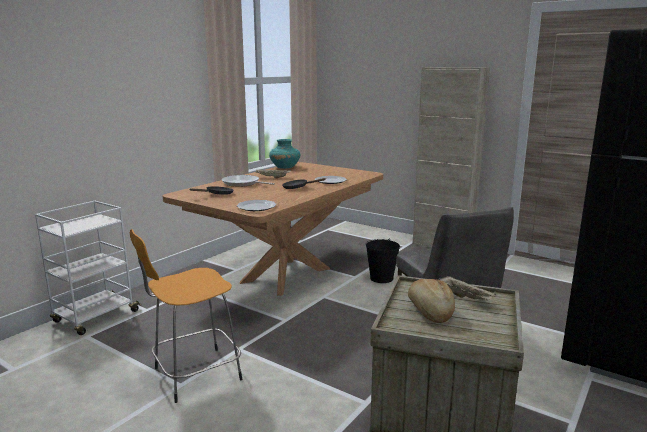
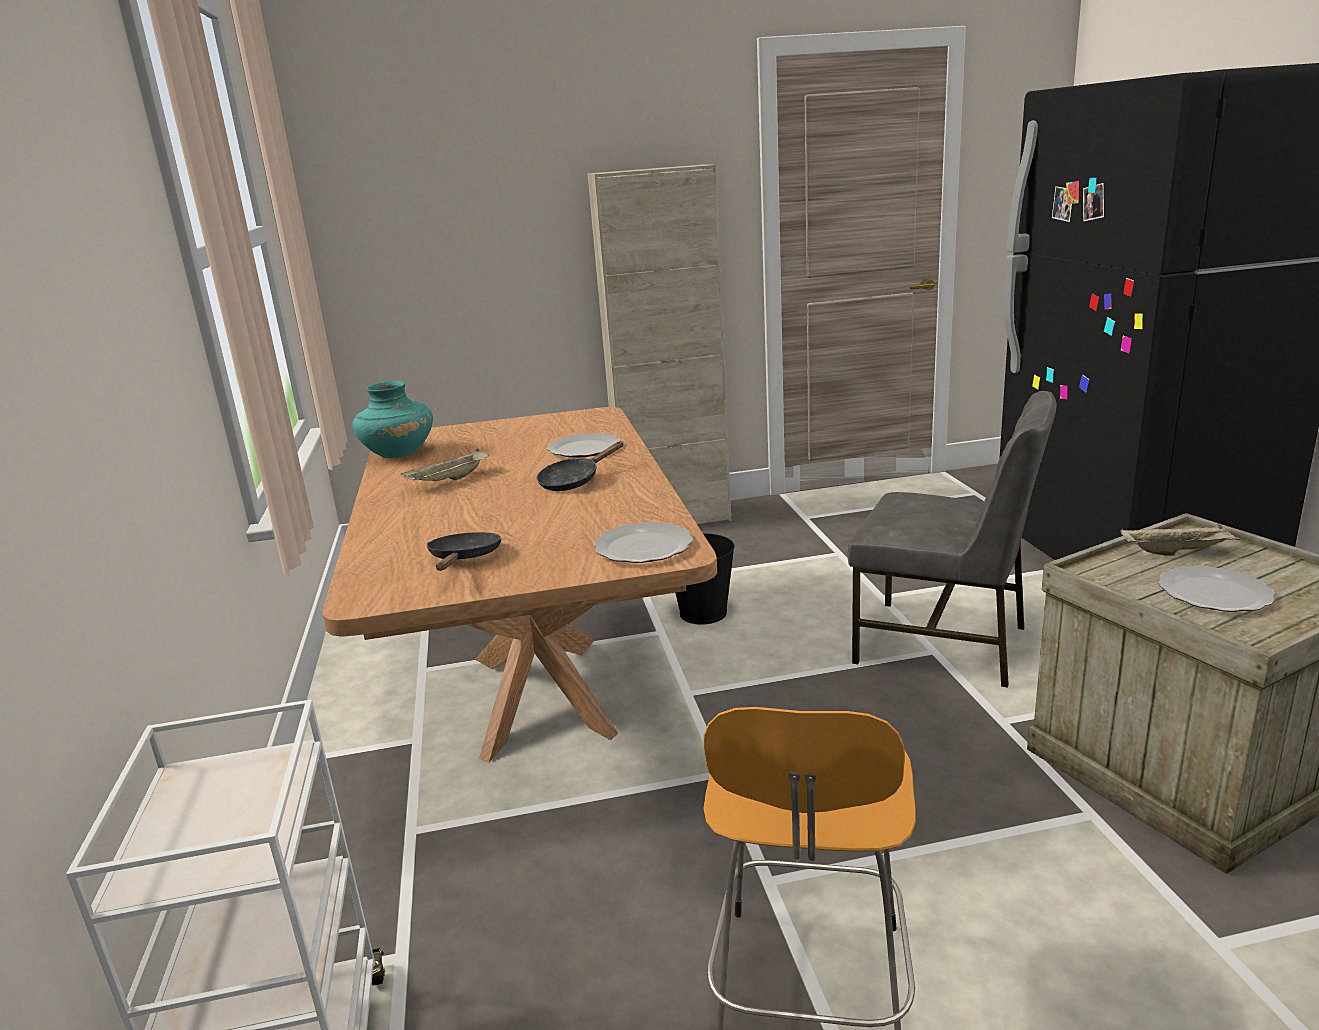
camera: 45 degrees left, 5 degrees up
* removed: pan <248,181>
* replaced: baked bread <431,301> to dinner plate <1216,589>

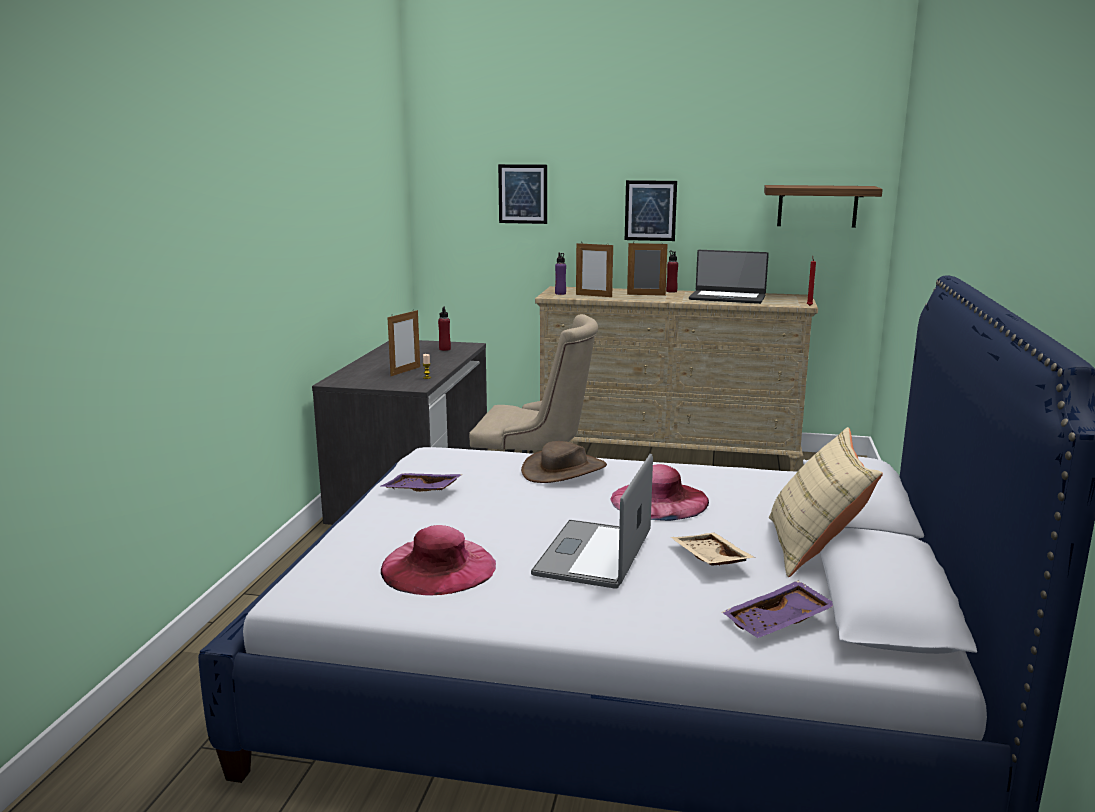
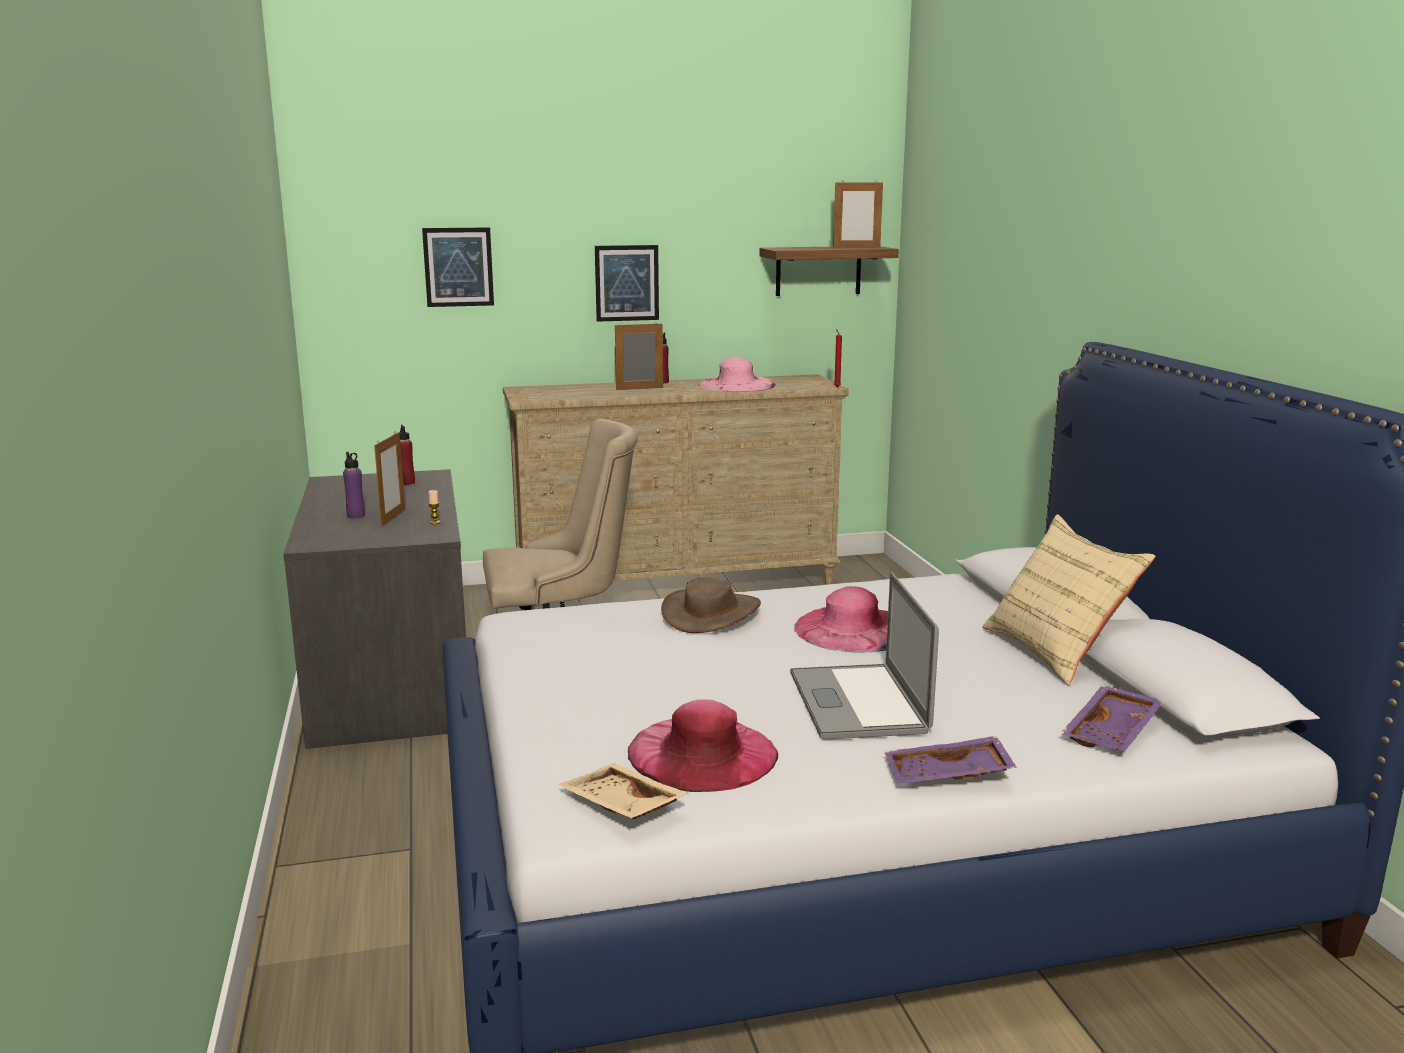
camera: 25 degrees left, 0 degrees up
* moved: standing frame <594,270> to <858,214>
* replaced: notebook computer <729,277> to pink-coloured clothing hat <737,374>
* moved: purple-coloured beverage bottle <560,273> to <354,485>
* moved: purple-coloured carrying tray <422,482> to <950,760>
* moved: sand-coloured carrying tray <713,549> to <623,791>

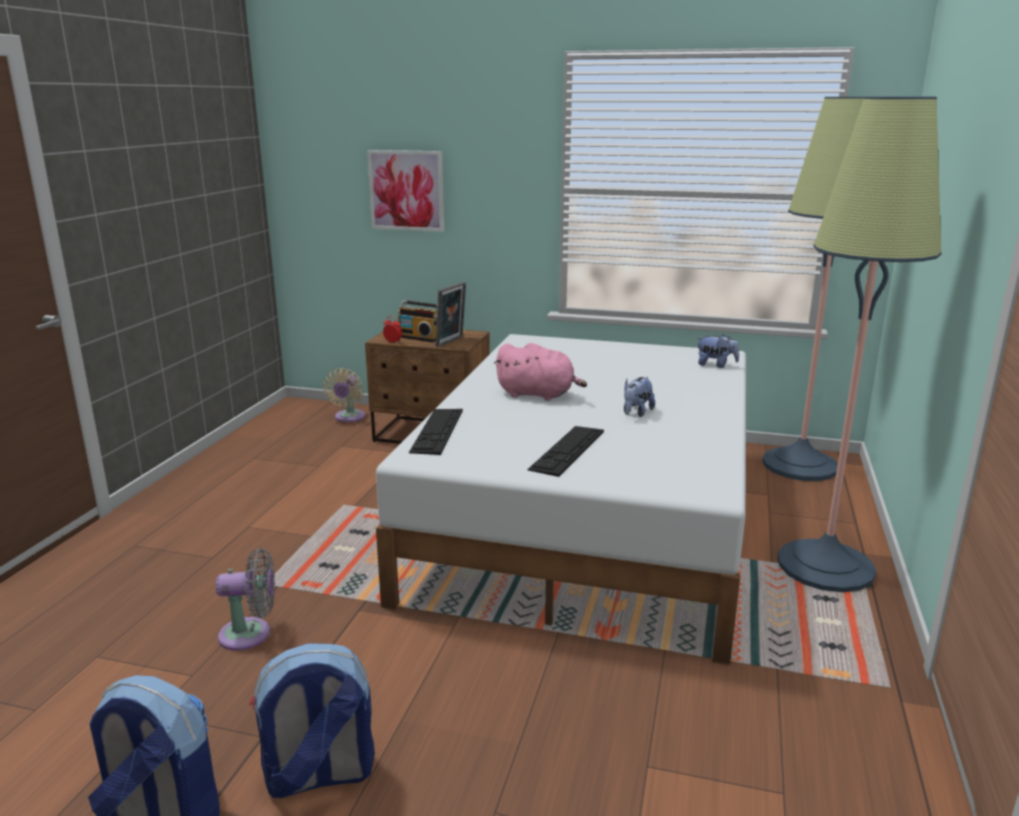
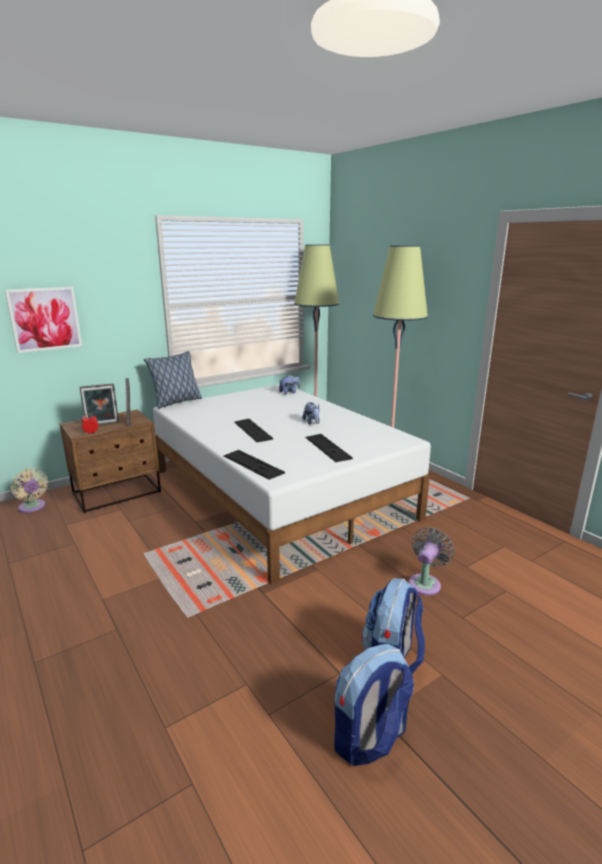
camera: 50 degrees left, 0 degrees up
* replaced: radio receiver <418,321> to standing frame <99,404>
* replaced: pink-coloured plush toy <540,372> to keyboard <253,430>
* moved: greyish fan <245,599> to <431,561>
* added: pillow <173,380>

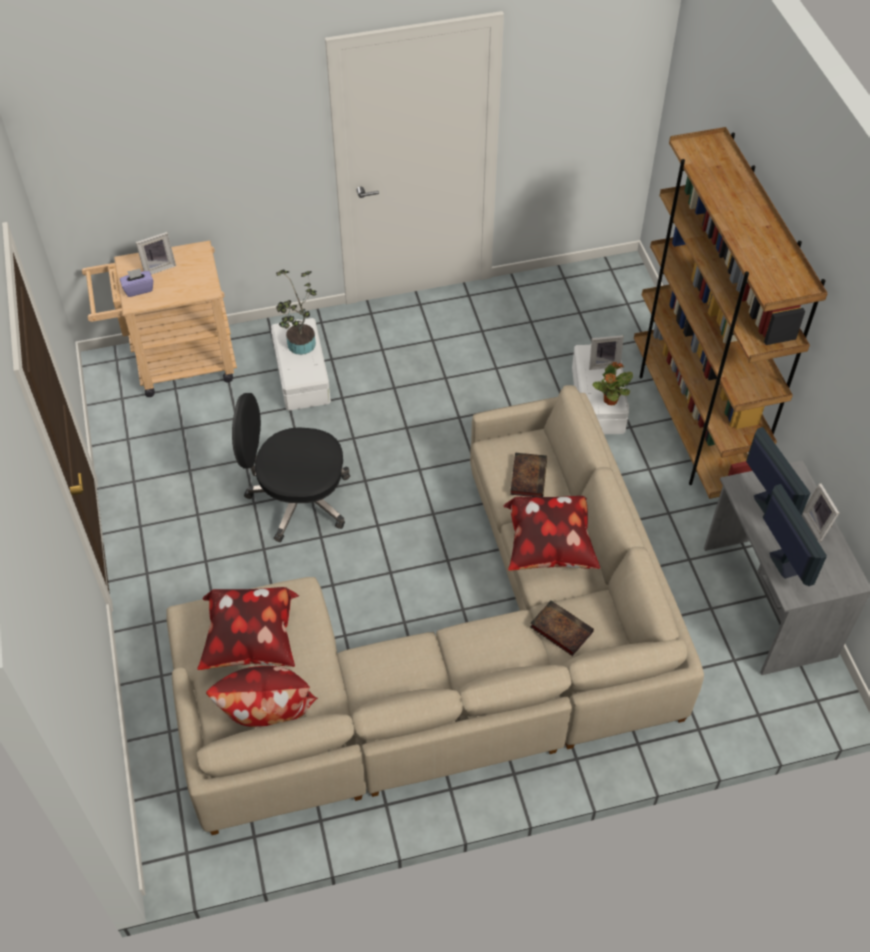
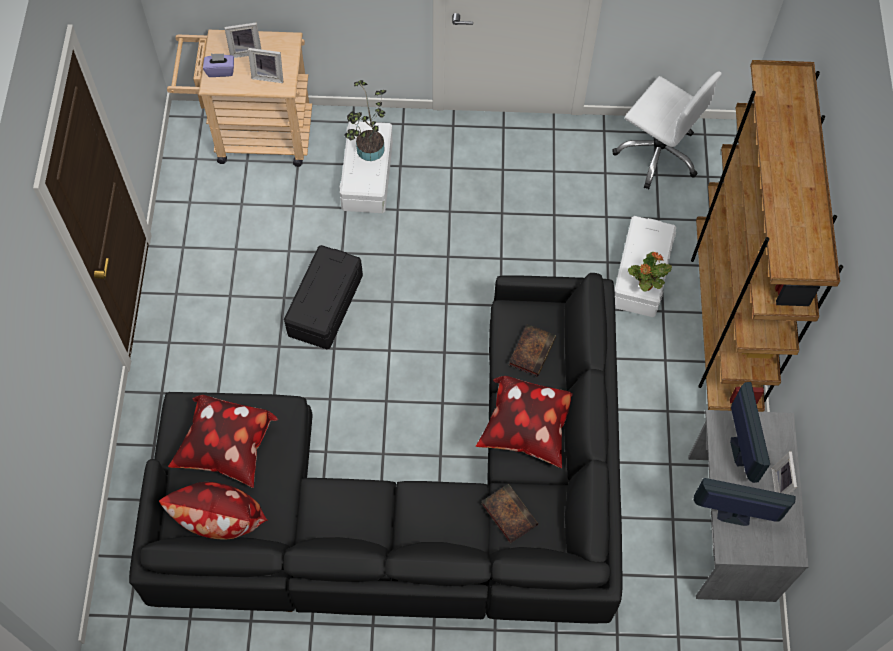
camera: 15 degrees right, 10 degrees up
* moved: standing frame <606,352> to <265,65>
* recoloured: sand-coloured sofa <435,610> to blackish sofa <376,448>
* replaced: blackish office chair <291,467> to blackish storage bin <323,297>
* turned: monitor <795,535> = <744,502> 75 degrees counterclockwise
* added: white office chair <667,130>

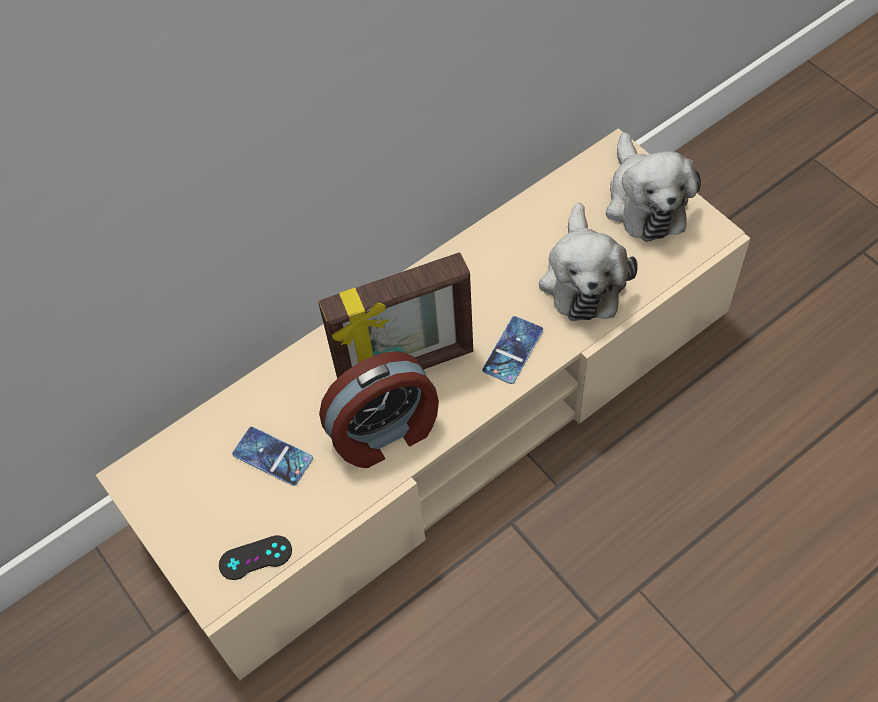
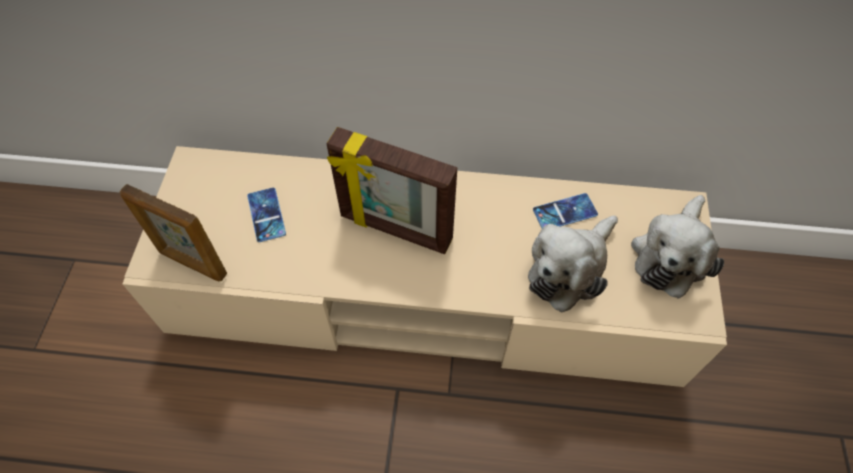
camera: 40 degrees right, 0 degrees up
* moved: phone <512,350> to <565,210>
* removed: table clock <379,409>
* replaced: blackish gamepad <255,557> to standing frame <173,232>

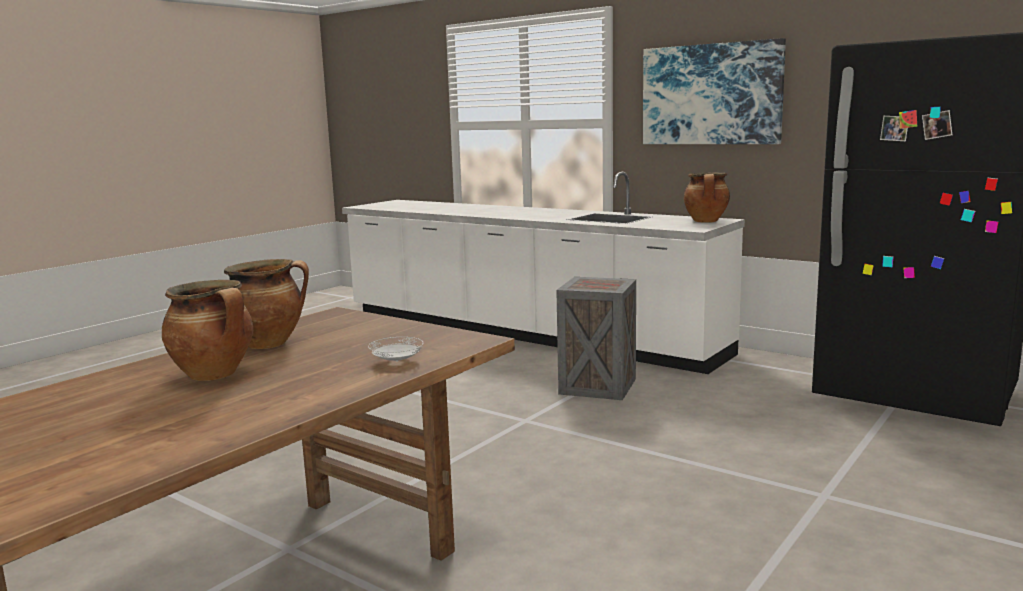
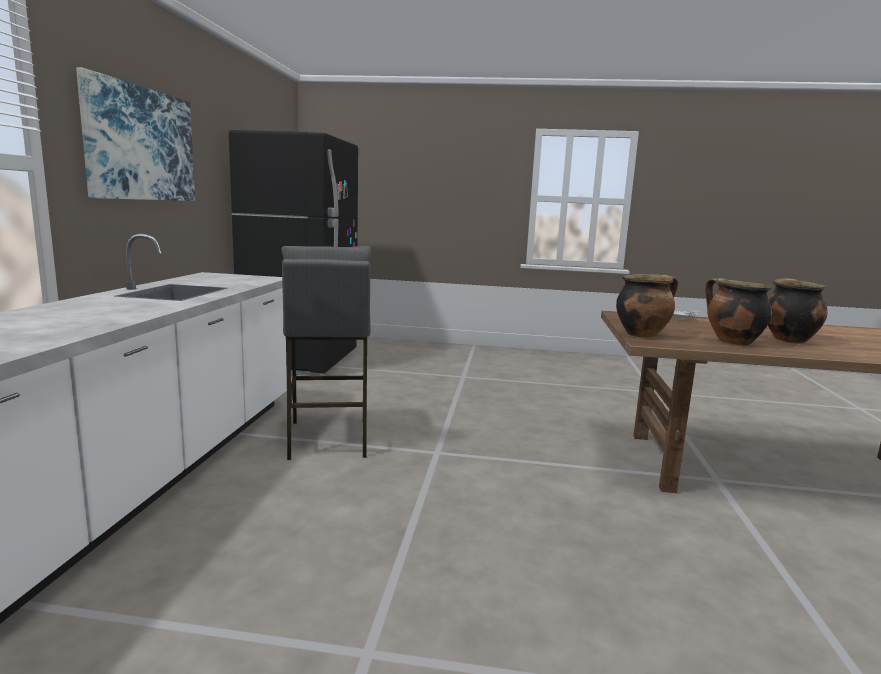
camera: 120 degrees left, 0 degrees up
* moved: saucepot <707,198> to <647,306>
* replaced: shipping crate <596,338> to greyish stool <326,353>

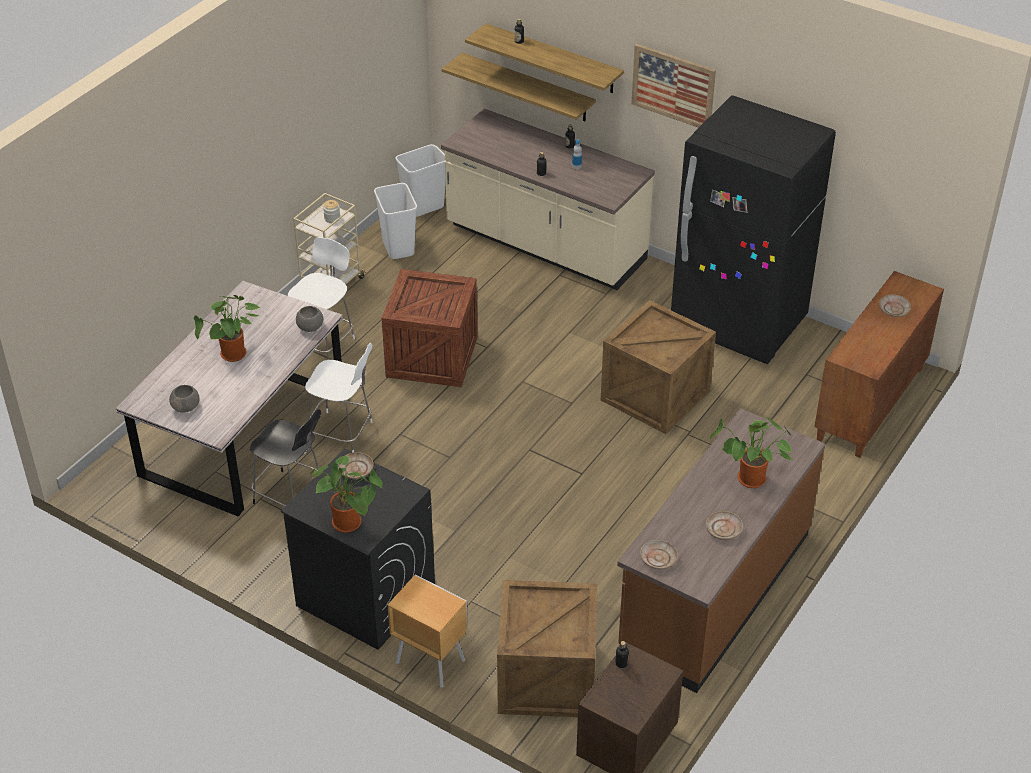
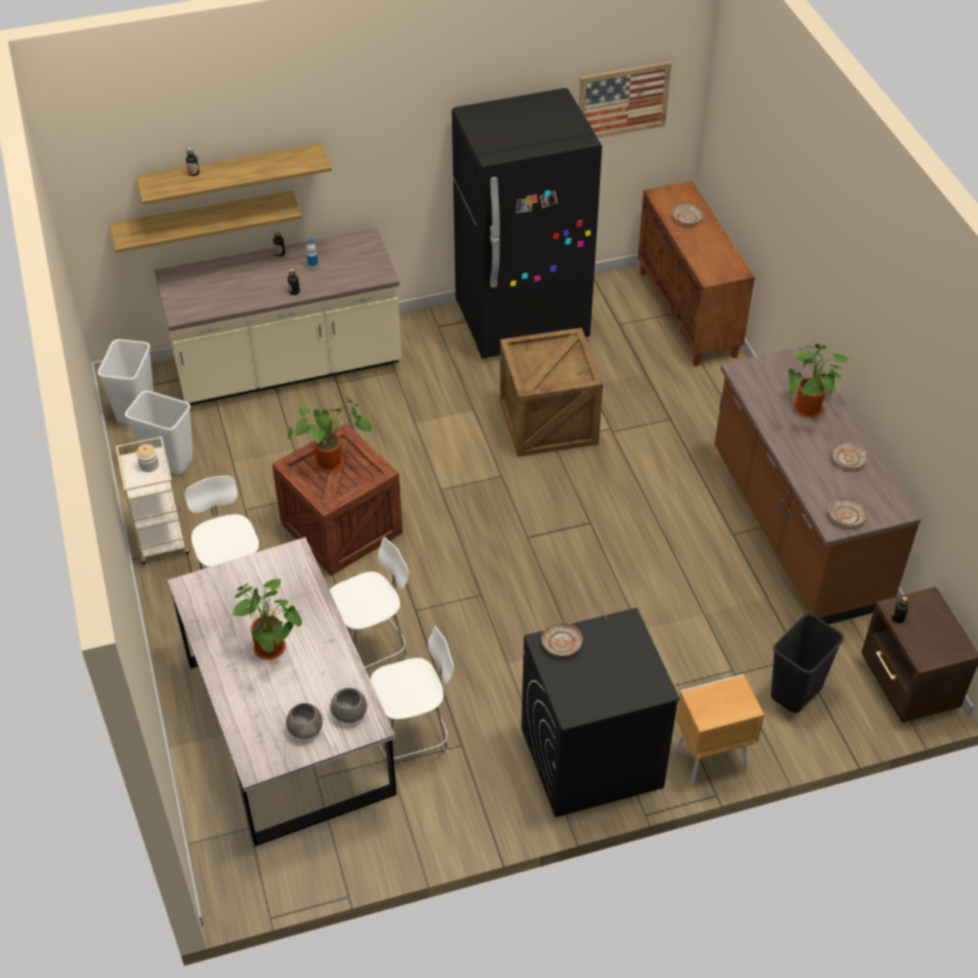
camera: 50 degrees left, 5 degrees up
* moved: picture <673,86> to <625,99>
* moved: greyish deep dish <309,319> to <348,705>
* recoloured: blackish upright chair <285,457> to white upright chair <412,692>
* moved: potted plant <346,494> to <329,433>
* replaced: shipping crate <547,648> to blackish rubbish bin <807,663>

